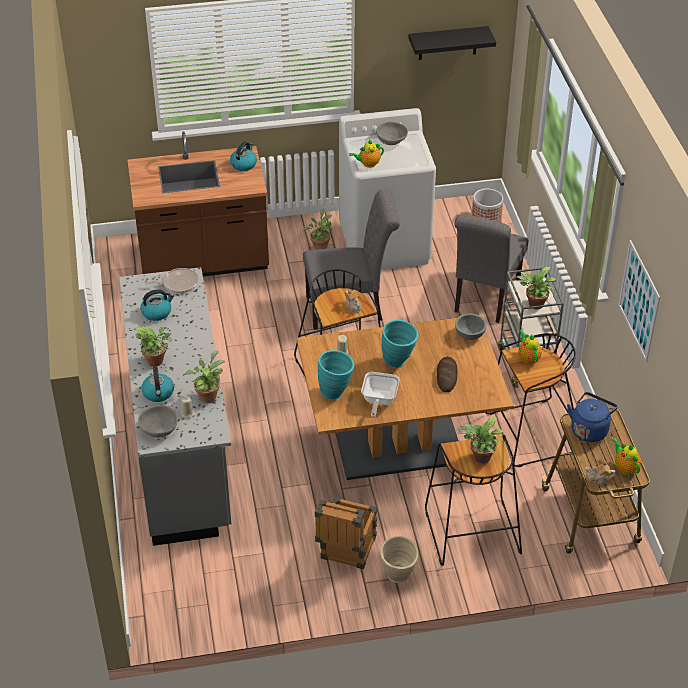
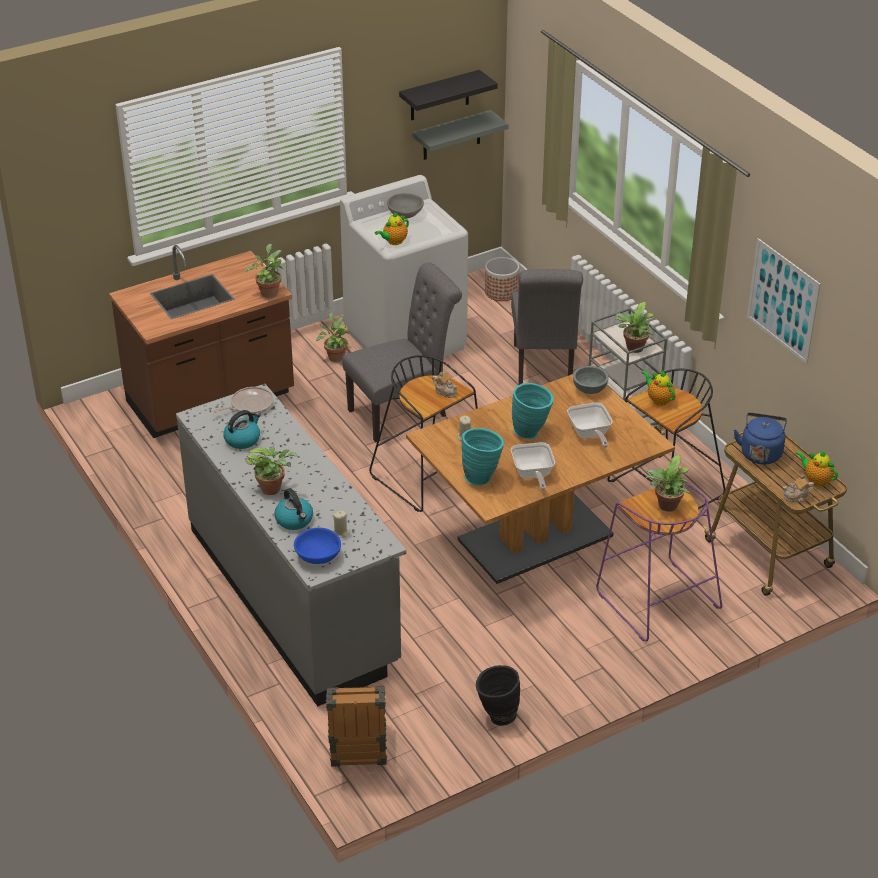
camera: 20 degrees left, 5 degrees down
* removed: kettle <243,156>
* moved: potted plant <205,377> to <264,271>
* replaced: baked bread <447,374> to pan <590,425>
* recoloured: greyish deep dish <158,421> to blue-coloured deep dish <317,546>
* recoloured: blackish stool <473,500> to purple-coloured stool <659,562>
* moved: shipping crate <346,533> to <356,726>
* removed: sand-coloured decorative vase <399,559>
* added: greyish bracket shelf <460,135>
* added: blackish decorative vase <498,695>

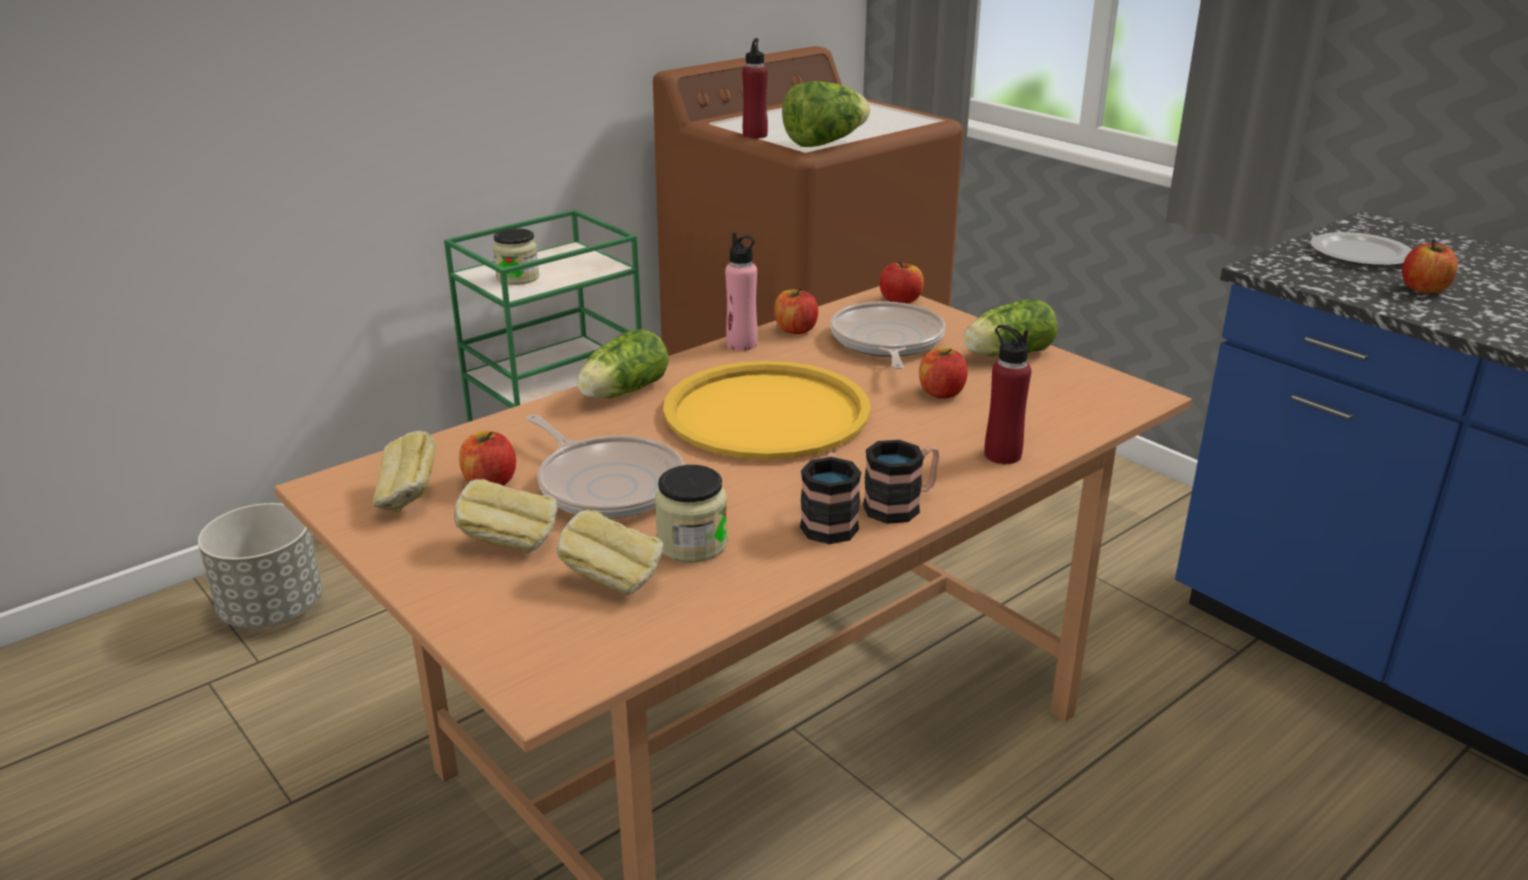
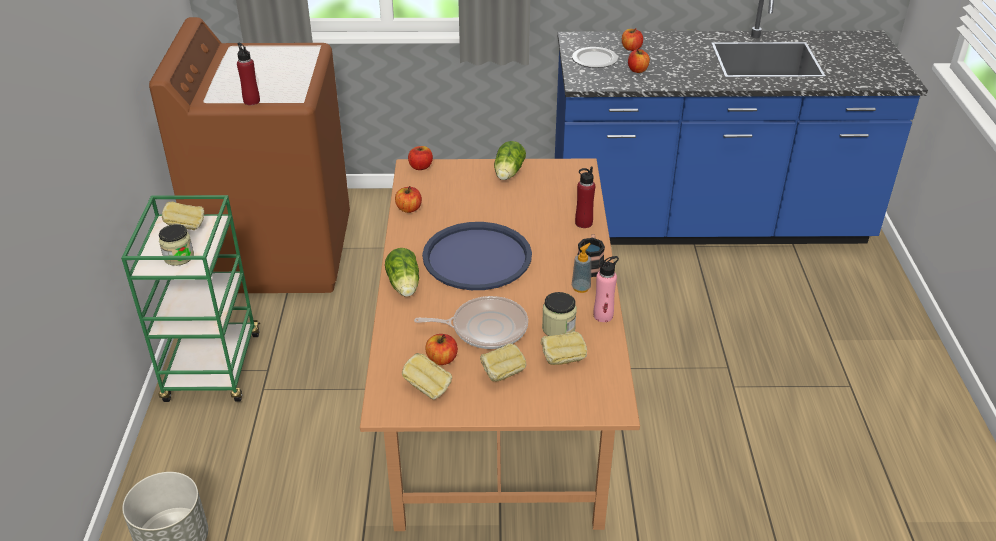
camera: 50 degrees left, 10 degrees up
* removed: head of lettuce <826,114>
* moved: pink-coloured beverage bottle <741,291> to <606,289>
* removed: pan <887,335>
* moved: whole apple <943,373> to <632,39>
* recoloured: yellow carrying tray <767,410> to blue-coloured carrying tray <477,256>
* replaced: tea mug <830,498> to soap bottle <581,268>
* added: baked bread <183,216>

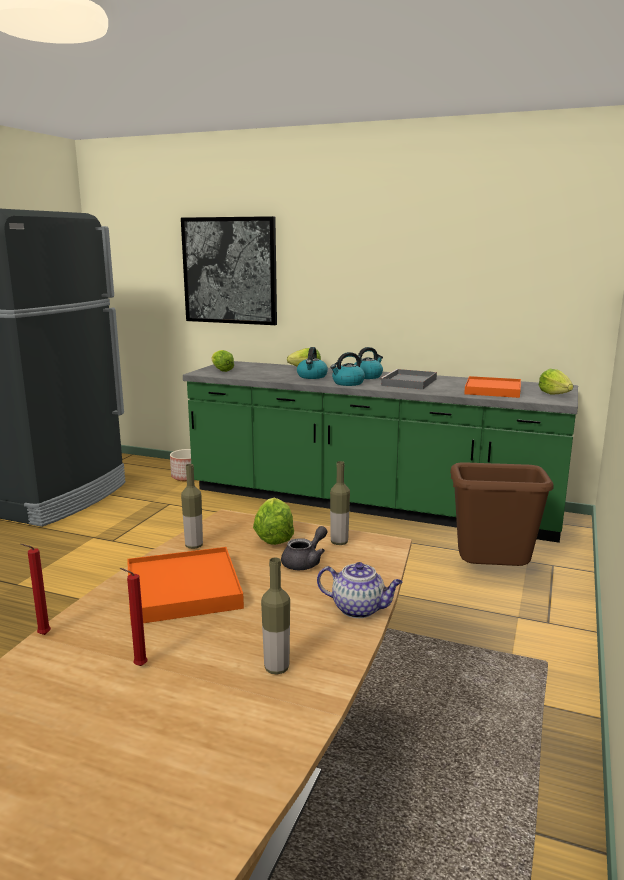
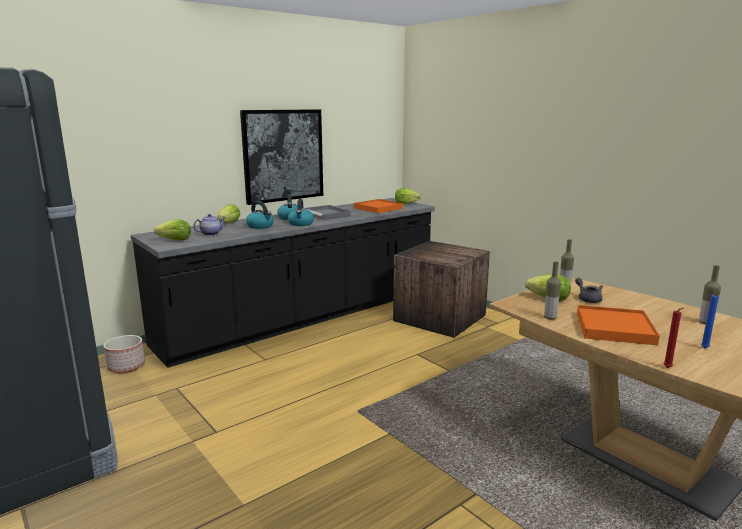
camera: 60 degrees left, 0 degrees up
* moved: picture <229,270> to <281,157>
* recoloured: greenish kitchen counter <380,452> to blackish kitchen counter <283,283>
* replaced: brown-coloured rubbish bin <502,514> to shipping crate <441,289>
* moved: tea pot <360,590> to <209,225>
* recoloured: red-coloured wax light <134,617> to blue-coloured wax light <710,320>

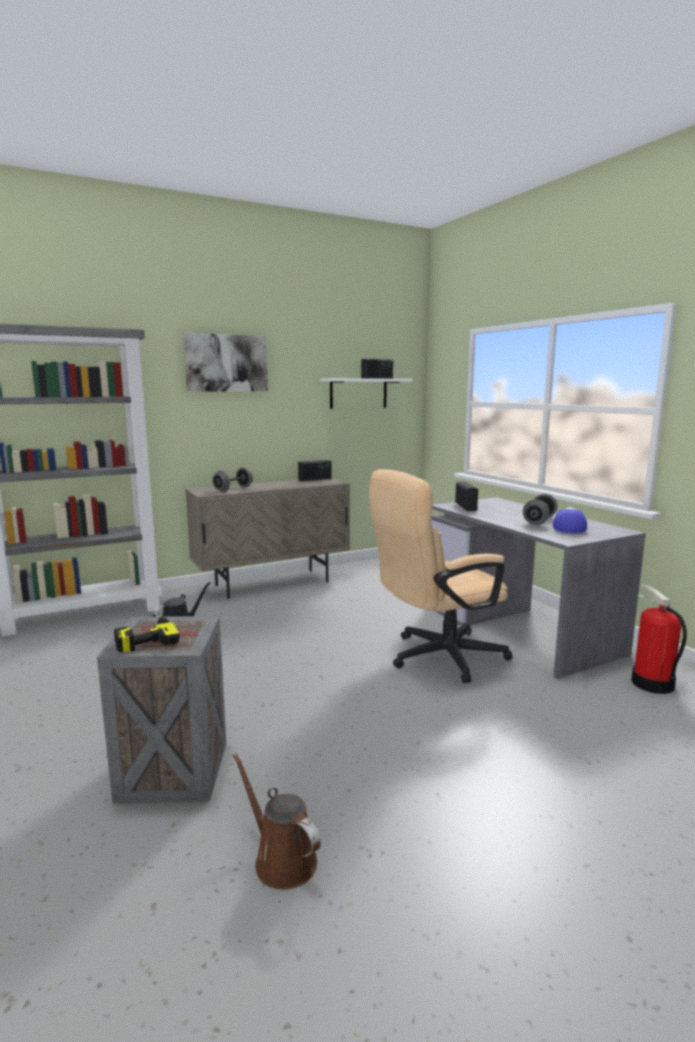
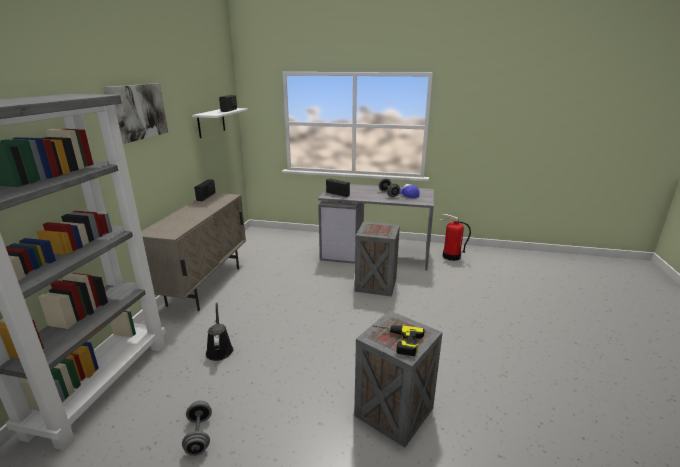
camera: 50 degrees left, 10 degrees up
* moved: greyish hand weight <232,479> to <197,428>
* replaced: sand-coloured office chair <440,576> to shipping crate <377,259>
* removed: brown-coloured watering can <277,821>

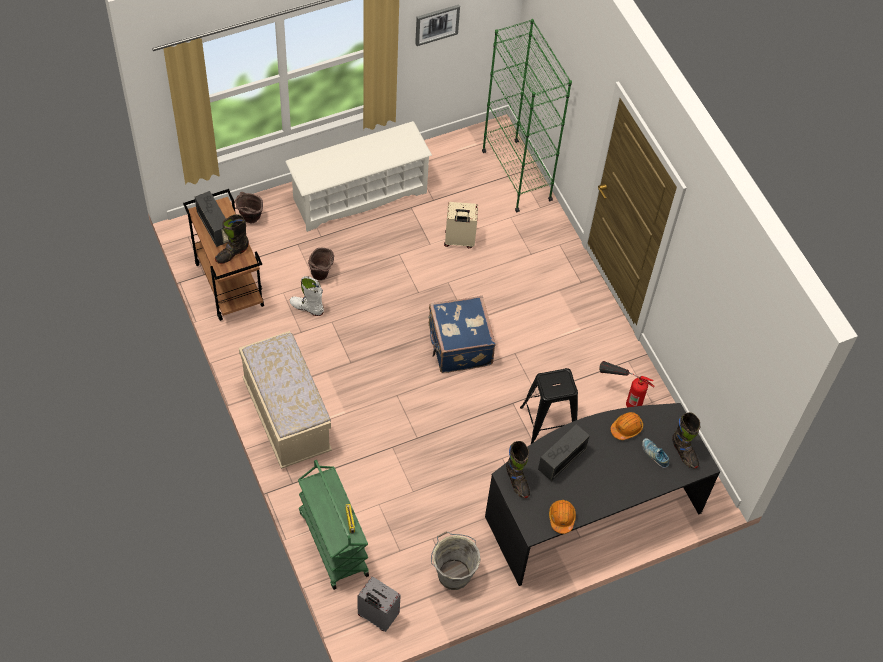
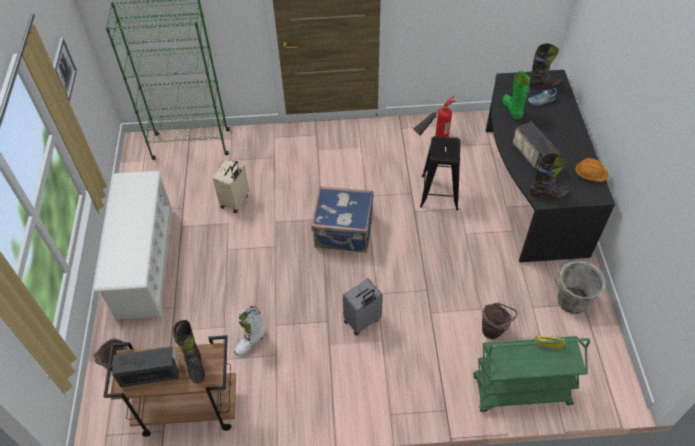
camera: 65 degrees left, 5 degrees down
* moved: brown-coloured pail <321,264> to <500,321>
* removed: sand-coloured bench <285,400>
* replaced: orange-coloured safety helmet <626,426> to greenish boot <516,96>
* moved: greyish suitcase <379,604> to <363,307>

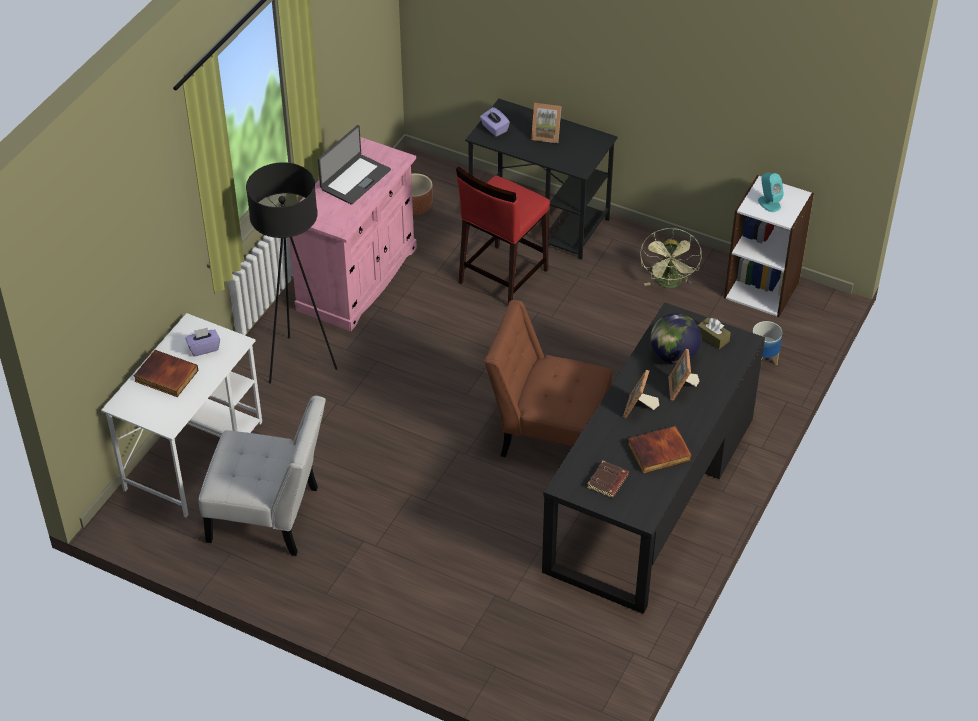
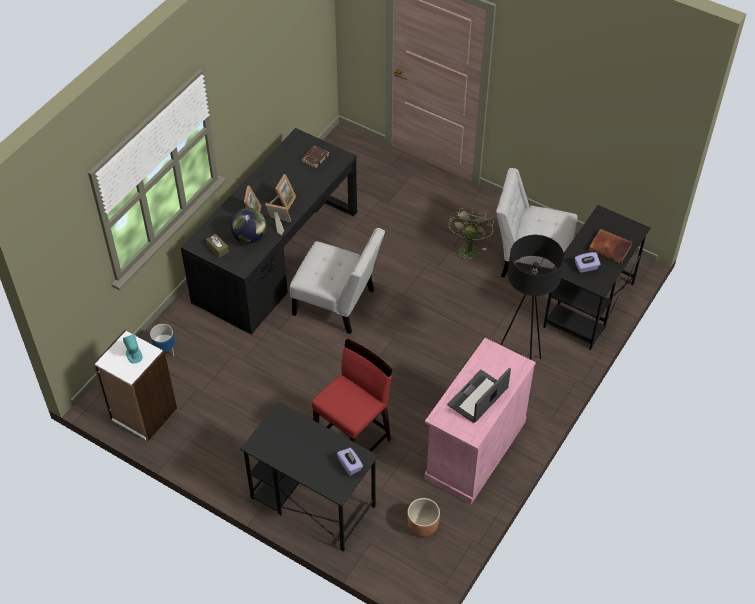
camera: 175 degrees left, 5 degrees up
* moved: standing frame <546,123> to <278,219>
* moved: greenish fan <671,258> to <471,236>
* recoloured: brown-coloured upright chair <548,378> to white upright chair <337,281>
* recoloured: white desk <181,415> to blackish desk <597,277>
* removed: volume <659,450>

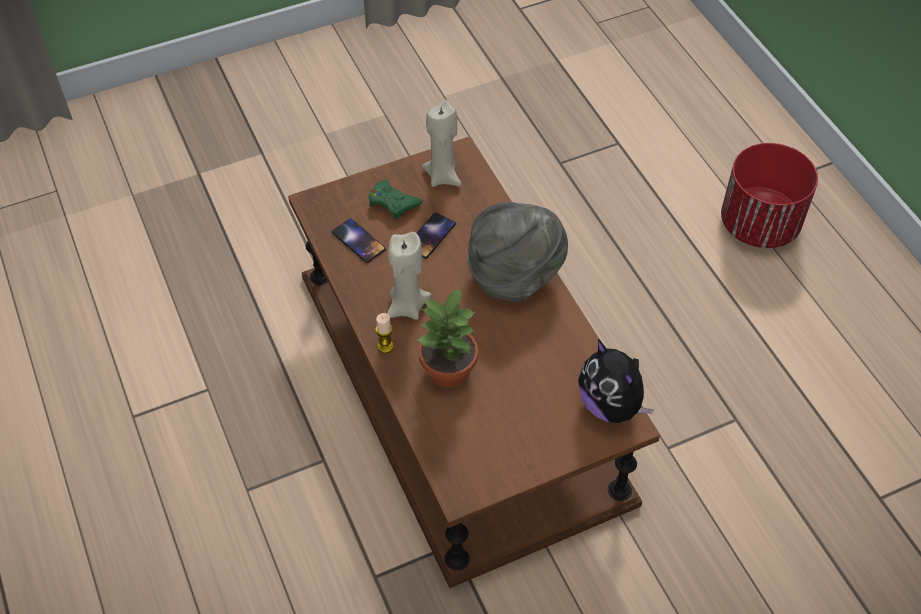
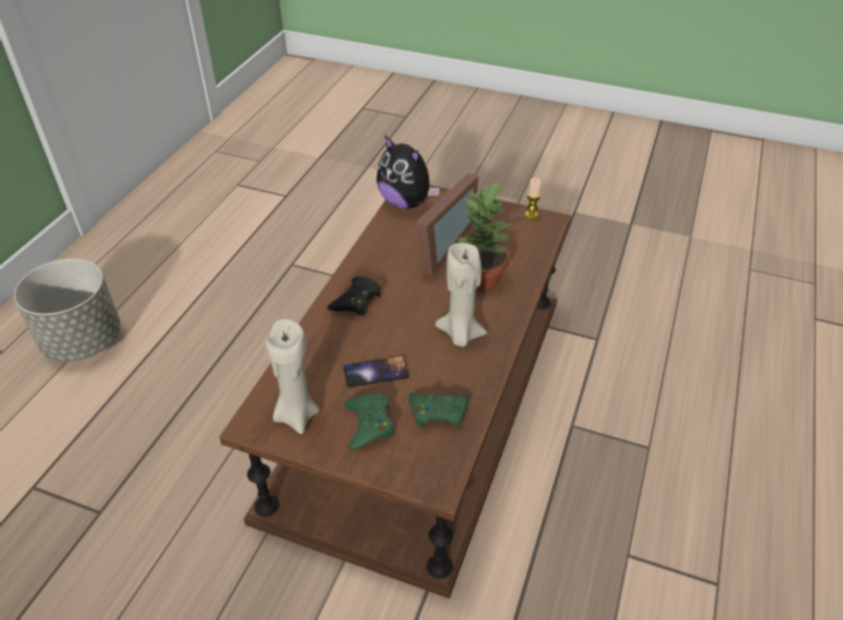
camera: 135 degrees left, 10 degrees down
* recoloured: red-coloured flower pot <769,195> to greyish flower pot <67,310>
* replaced: greyish clothing hat <517,252> to blackish gamepad <354,296>
* replaced: phone <359,241> to greenish gamepad <439,411>
* moved: wax light <384,333> to <533,198>
* turned: plush toy <616,381> = <408,172> 120 degrees clockwise
* added: standing frame <446,224>

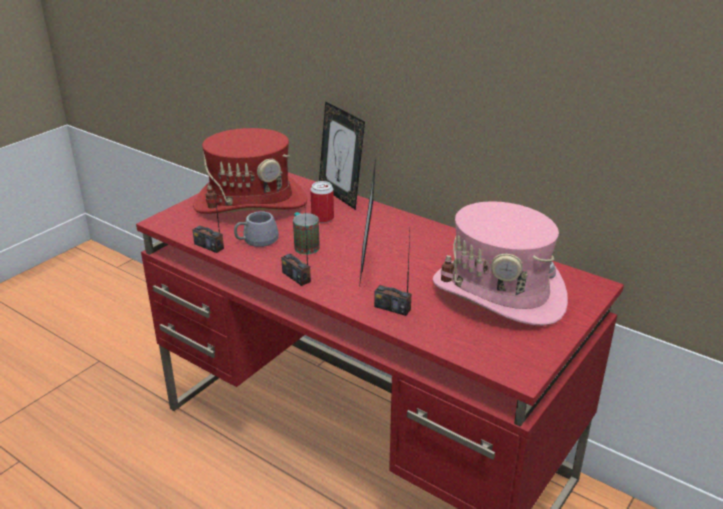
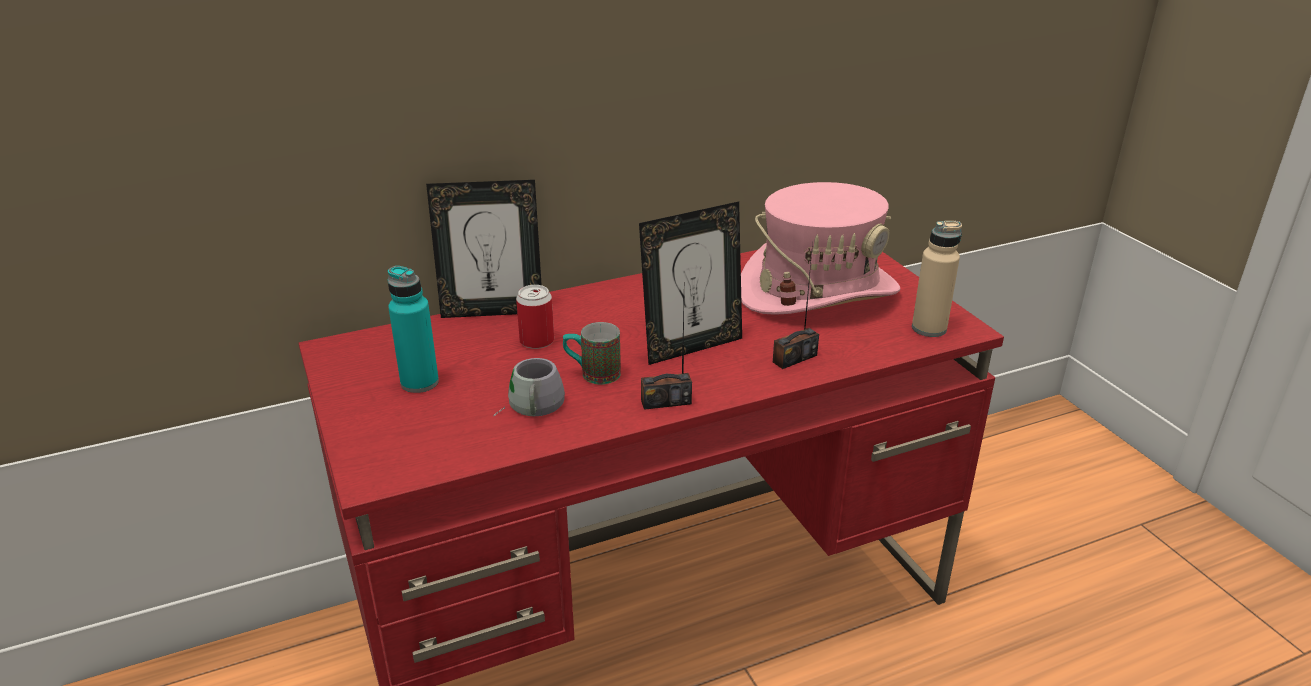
camera: 60 degrees left, 0 degrees up
* replaced: red-coloured clothing hat <250,171> to turquoise-coloured beverage bottle <413,329>
* turned: standing frame <367,223> = <690,283> 60 degrees counterclockwise
* removed: radio receiver <208,215>
* added: sand-coloured beverage bottle <937,279>

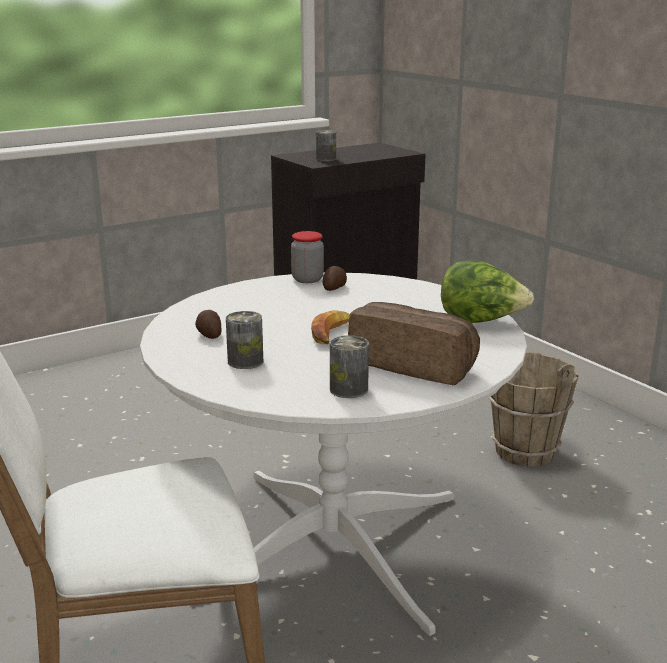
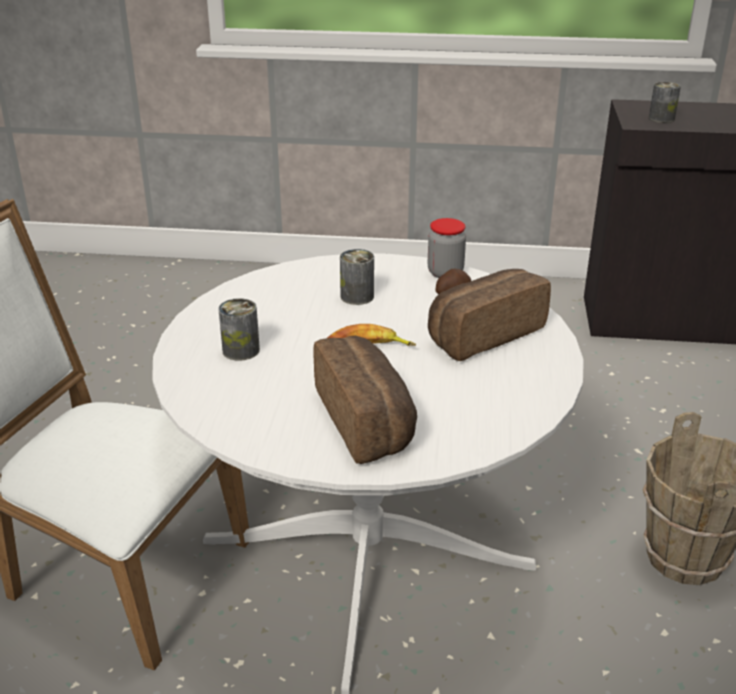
camera: 40 degrees right, 10 degrees up
* removed: head of lettuce <487,292>
* removed: spud <208,324>
* moved: metal can <349,366> to <357,277>
* added: baked bread <489,315>

